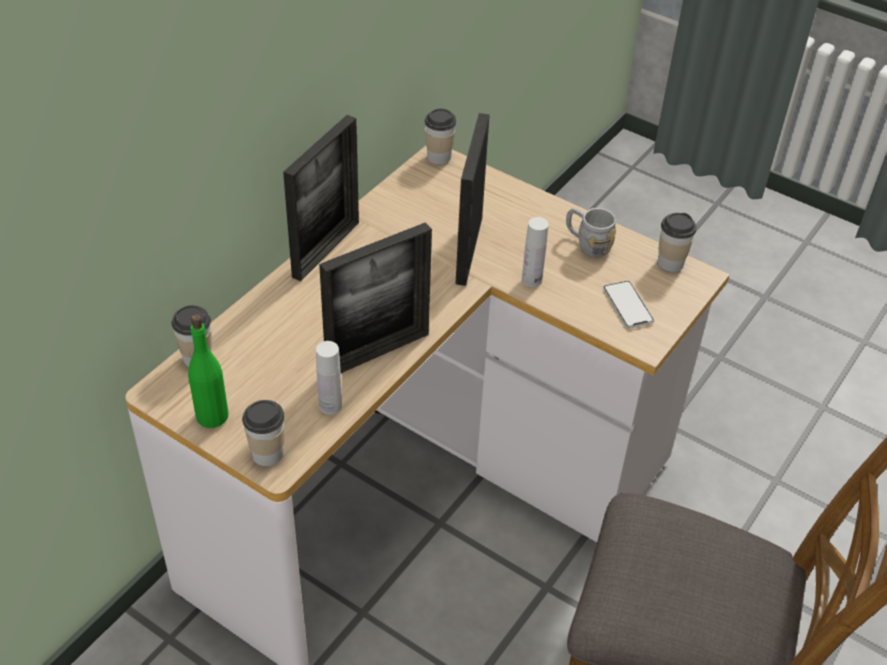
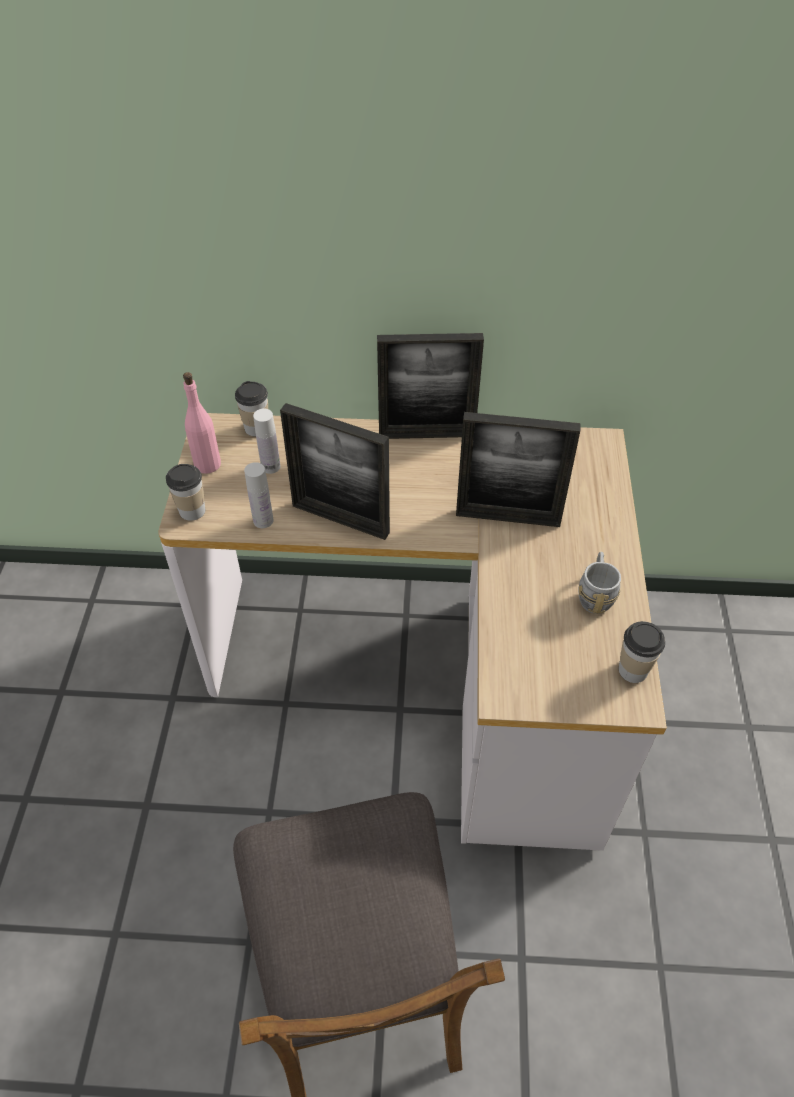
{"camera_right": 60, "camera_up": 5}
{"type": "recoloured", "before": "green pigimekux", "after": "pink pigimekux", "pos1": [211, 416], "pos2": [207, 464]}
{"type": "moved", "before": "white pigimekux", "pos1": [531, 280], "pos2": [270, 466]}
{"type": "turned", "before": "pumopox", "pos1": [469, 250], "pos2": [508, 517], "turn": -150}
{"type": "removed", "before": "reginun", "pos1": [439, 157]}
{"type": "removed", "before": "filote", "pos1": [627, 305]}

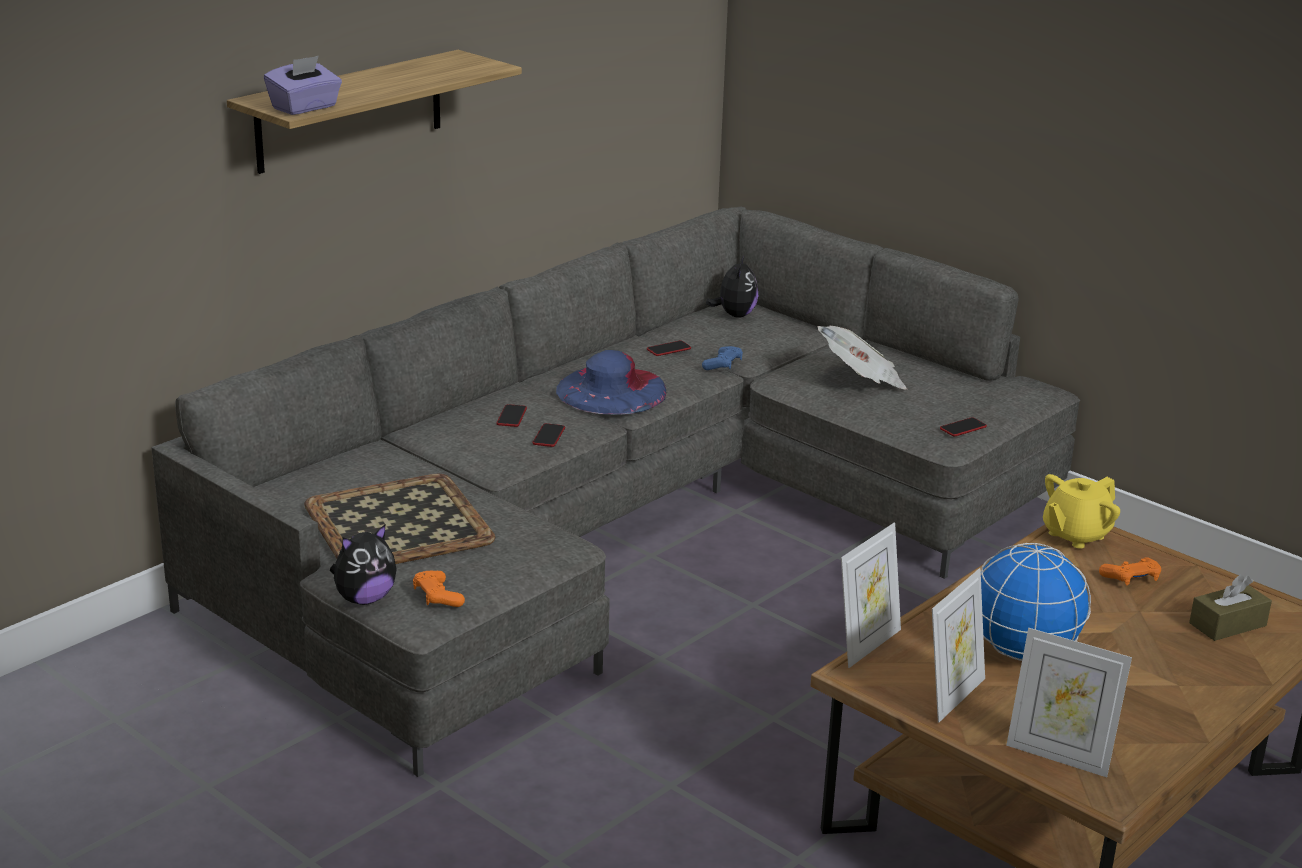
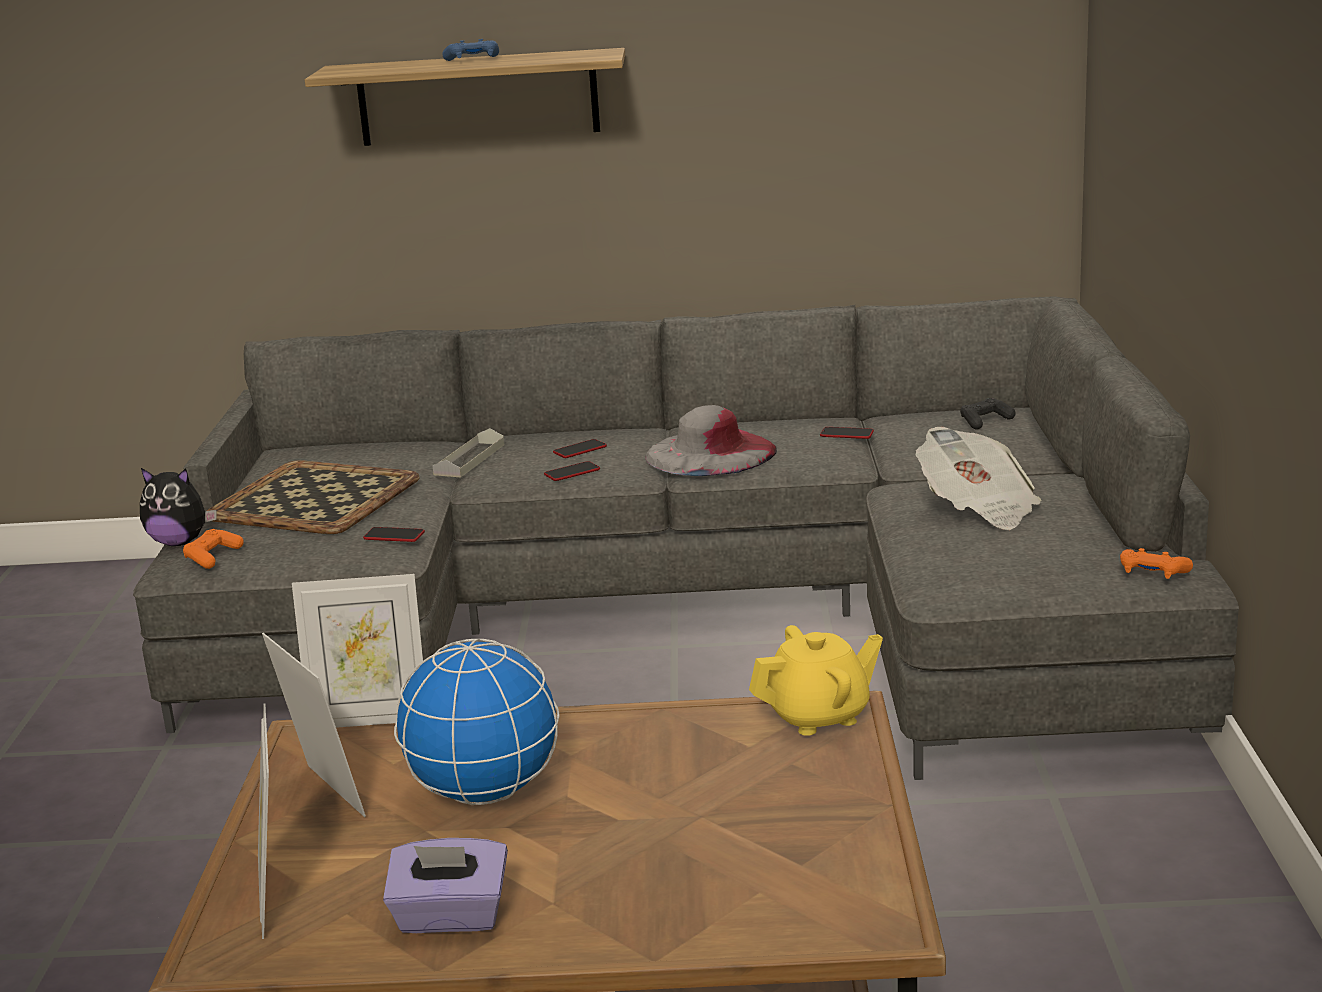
{"camera_right": 50, "camera_up": -5}
{"type": "turned", "before": "pumopox", "pos1": [952, 696], "pos2": [324, 795], "turn": -120}
{"type": "moved", "before": "filote", "pos1": [963, 428], "pos2": [394, 536]}
{"type": "moved", "before": "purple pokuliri", "pos1": [305, 108], "pos2": [450, 917]}
{"type": "added", "after": "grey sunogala", "pos2": [469, 459]}
{"type": "moved", "before": "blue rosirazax", "pos1": [723, 365], "pos2": [473, 60]}
{"type": "recoloured", "before": "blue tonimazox", "after": "grey tonimazox", "pos1": [611, 390], "pos2": [710, 452]}
{"type": "turned", "before": "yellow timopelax", "pos1": [1075, 535], "pos2": [819, 716], "turn": 150}
{"type": "replaced", "before": "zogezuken", "after": "black rosirazax", "pos1": [734, 315], "pos2": [985, 421]}
{"type": "moved", "before": "orange rosirazax", "pos1": [1131, 578], "pos2": [1152, 573]}
{"type": "removed", "before": "brown pokuliri", "pos1": [1227, 624]}

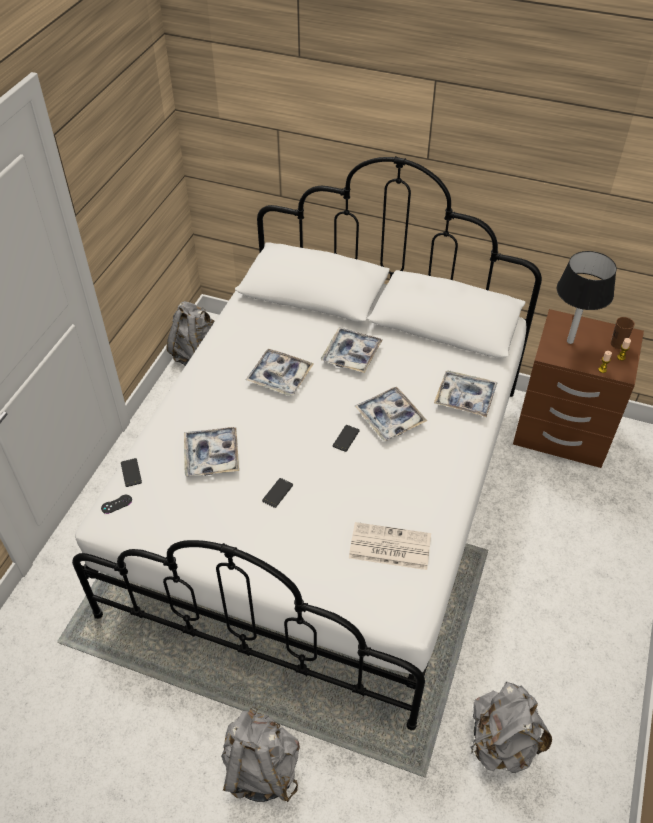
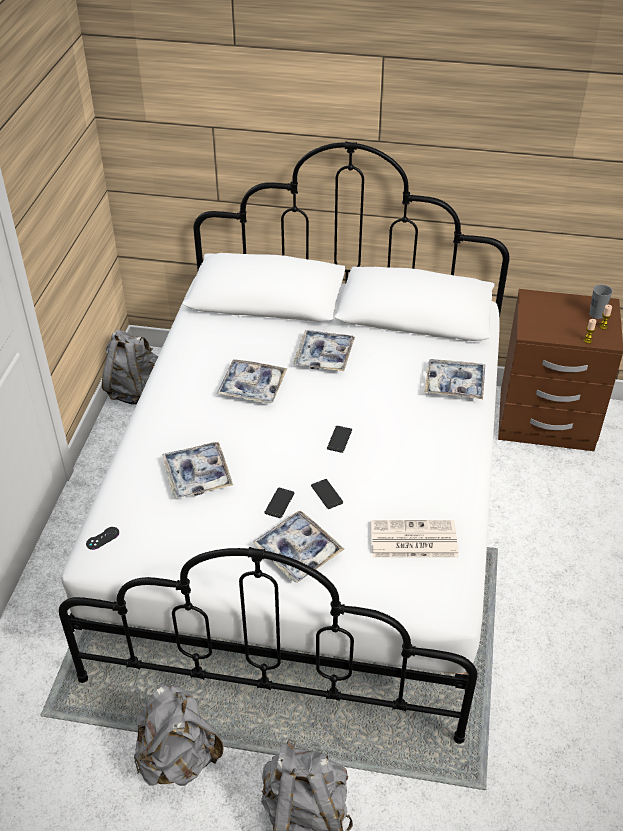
{"camera_right": -10, "camera_up": -5}
{"type": "moved", "before": "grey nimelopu", "pos1": [502, 742], "pos2": [178, 758]}
{"type": "moved", "before": "sunogala", "pos1": [390, 418], "pos2": [298, 551]}
{"type": "moved", "before": "filote", "pos1": [131, 473], "pos2": [327, 494]}
{"type": "recoloured", "before": "brown reginun", "after": "grey reginun", "pos1": [617, 344], "pos2": [596, 314]}
{"type": "removed", "before": "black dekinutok", "pos1": [569, 341]}

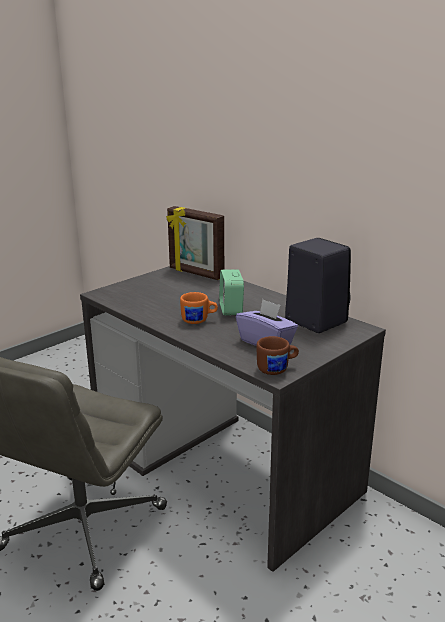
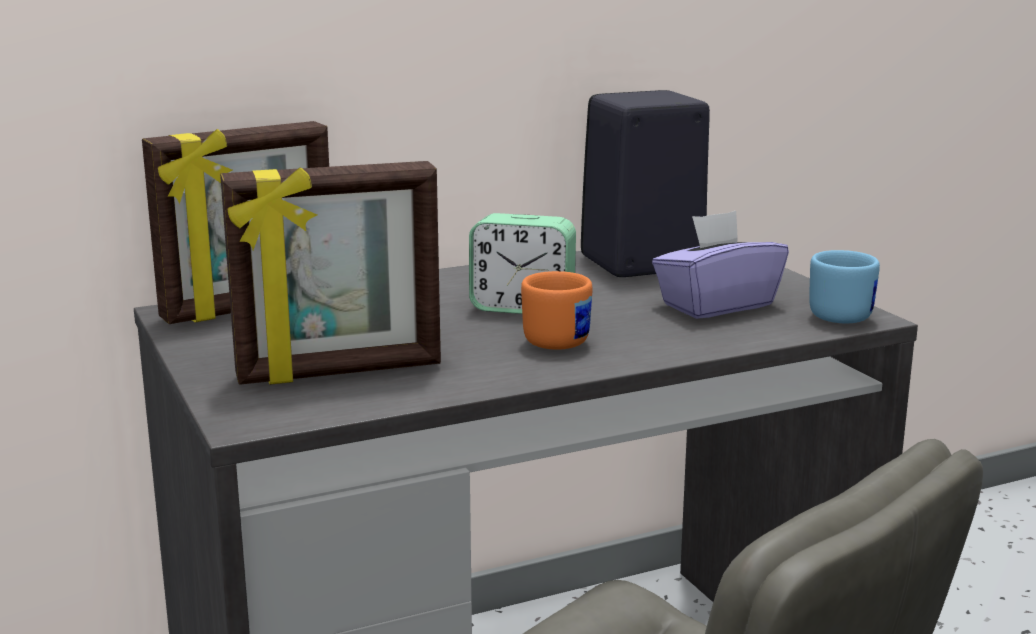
{"camera_right": -70, "camera_up": -5}
{"type": "added", "after": "pumopox", "pos2": [339, 372]}
{"type": "recoloured", "before": "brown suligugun", "after": "blue suligugun", "pos1": [277, 369], "pos2": [839, 314]}

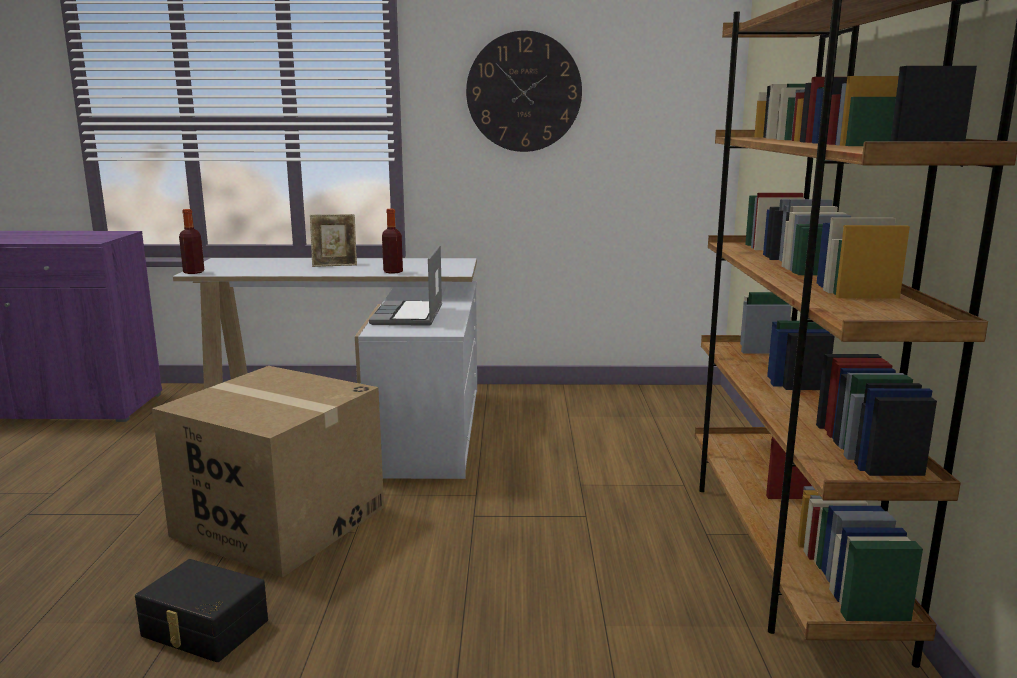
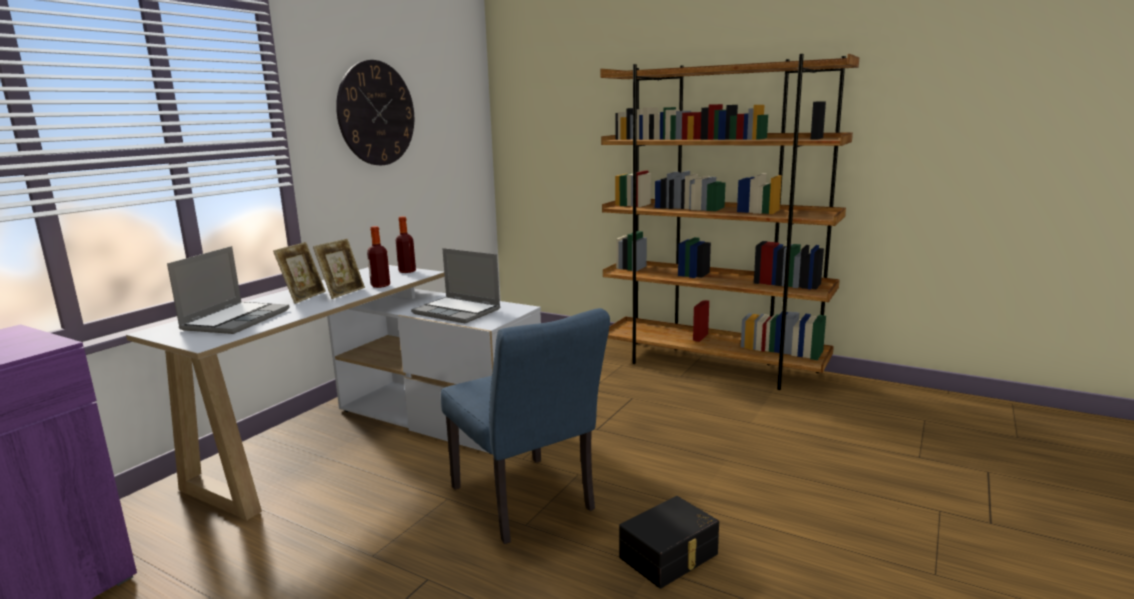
{"camera_right": -60, "camera_up": 0}
{"type": "added", "after": "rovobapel", "pos2": [236, 319]}
{"type": "added", "after": "pumopox", "pos2": [342, 292]}
{"type": "moved", "before": "pigimekux", "pos1": [194, 272], "pos2": [407, 271]}
{"type": "replaced", "before": "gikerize", "after": "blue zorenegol", "pos1": [279, 521], "pos2": [527, 503]}

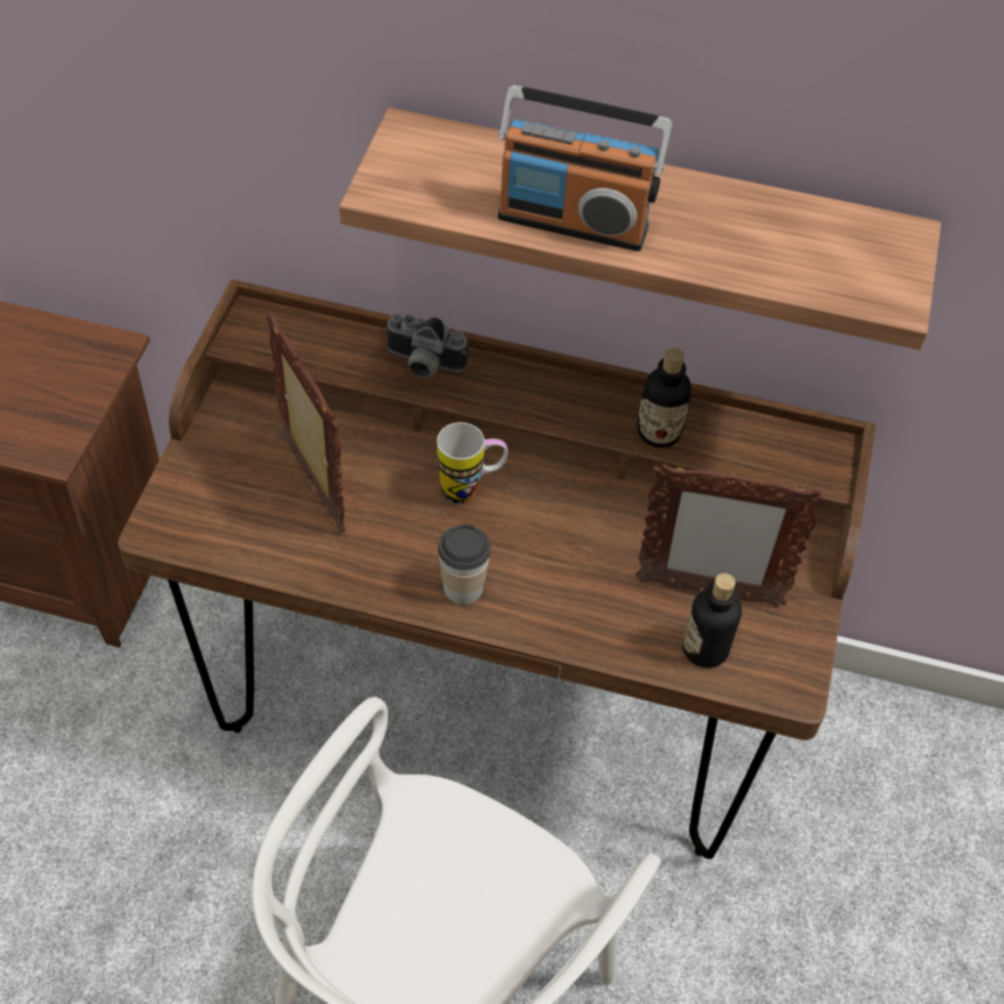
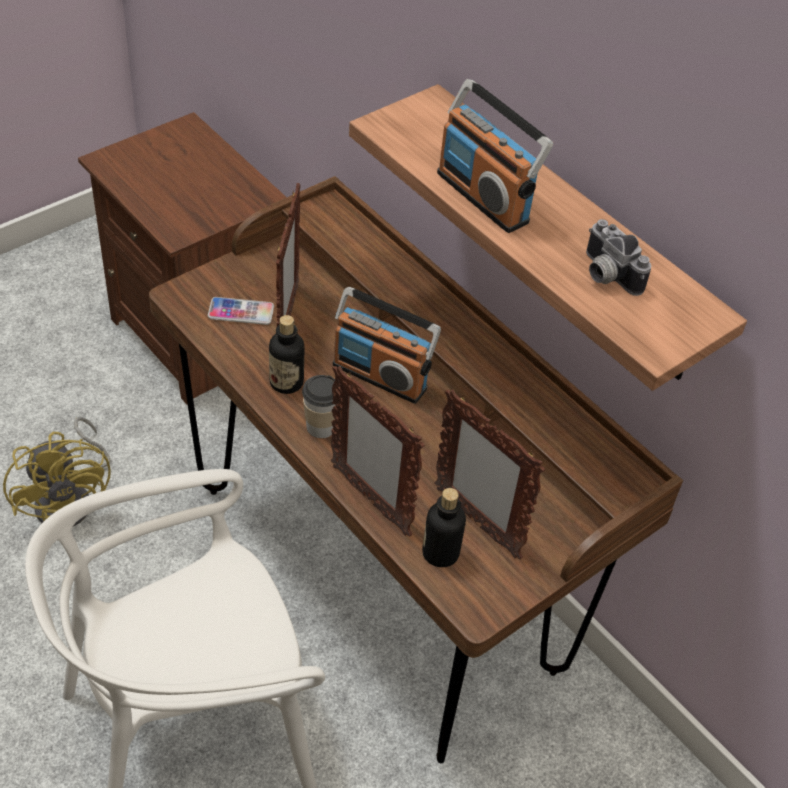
{"camera_right": 35, "camera_up": -5}
{"type": "added", "after": "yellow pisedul", "pos2": [71, 499]}
{"type": "added", "after": "filote", "pos2": [241, 312]}
{"type": "moved", "before": "pigimekux", "pos1": [659, 432], "pos2": [286, 382]}
{"type": "added", "after": "pumopox", "pos2": [370, 499]}
{"type": "replaced", "before": "suligugun", "after": "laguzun", "pos1": [471, 490], "pos2": [380, 376]}
{"type": "moved", "before": "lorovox", "pos1": [422, 365], "pos2": [605, 275]}

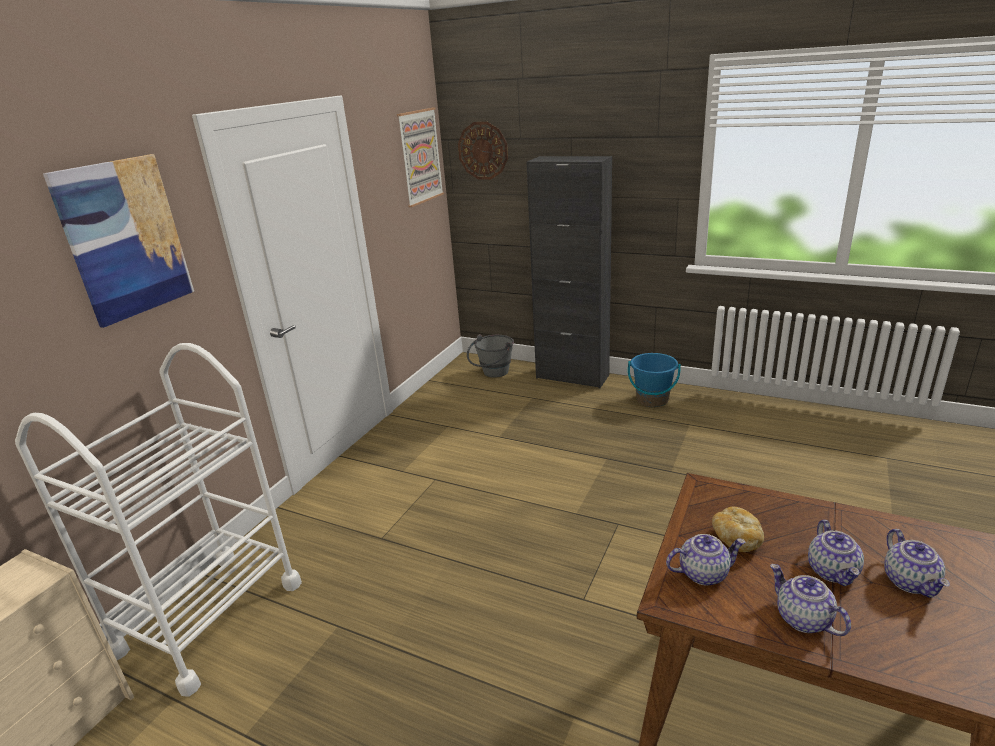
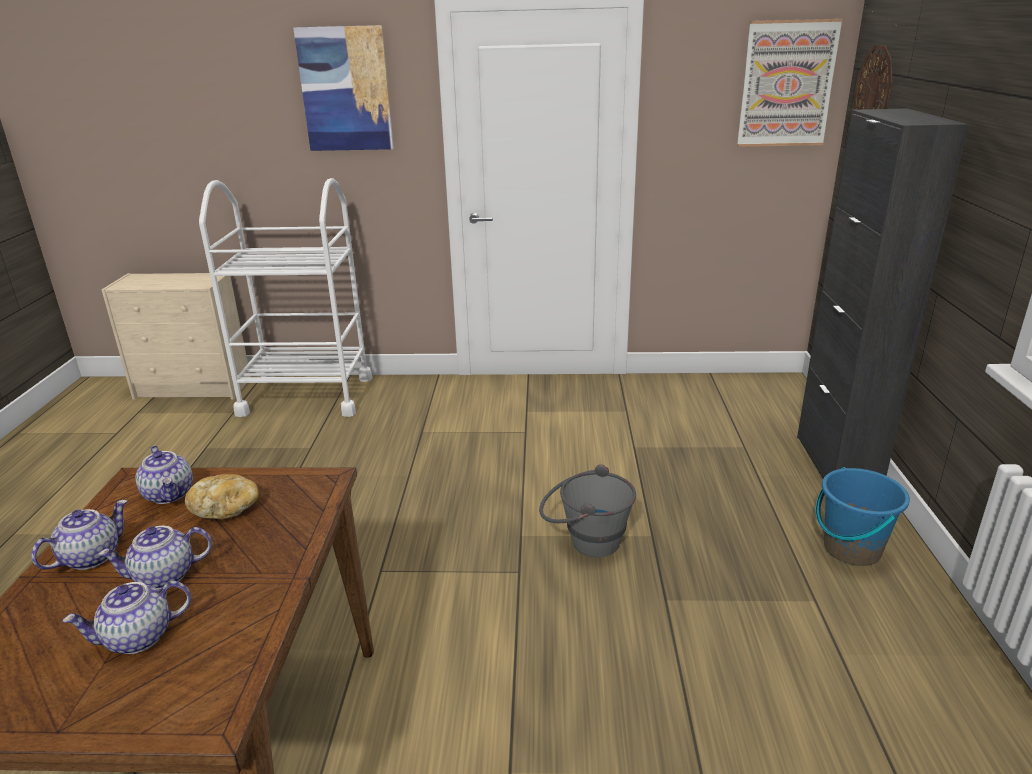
{"camera_right": 65, "camera_up": 0}
{"type": "moved", "before": "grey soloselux", "pos1": [492, 374], "pos2": [585, 540]}

